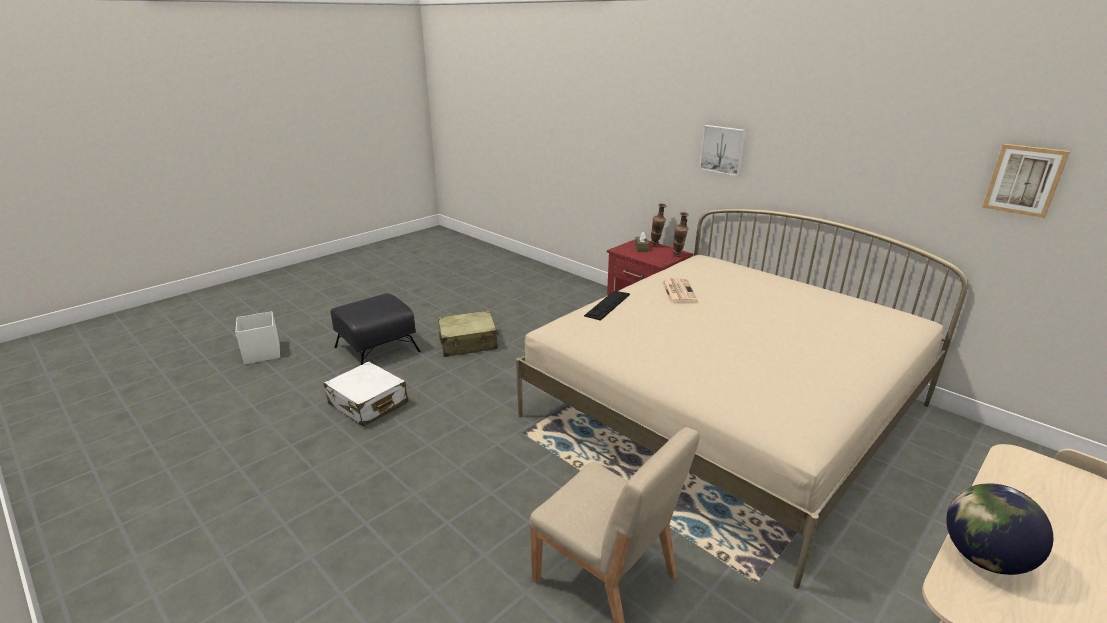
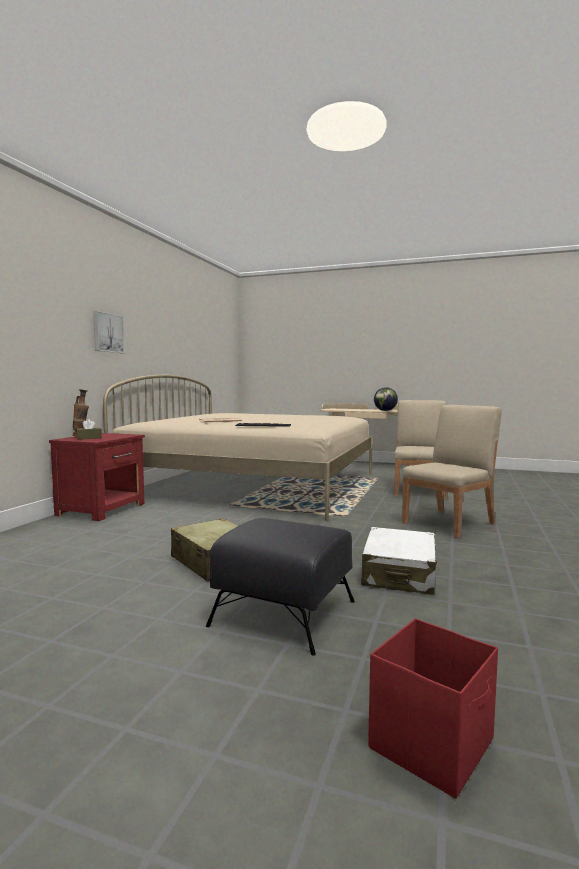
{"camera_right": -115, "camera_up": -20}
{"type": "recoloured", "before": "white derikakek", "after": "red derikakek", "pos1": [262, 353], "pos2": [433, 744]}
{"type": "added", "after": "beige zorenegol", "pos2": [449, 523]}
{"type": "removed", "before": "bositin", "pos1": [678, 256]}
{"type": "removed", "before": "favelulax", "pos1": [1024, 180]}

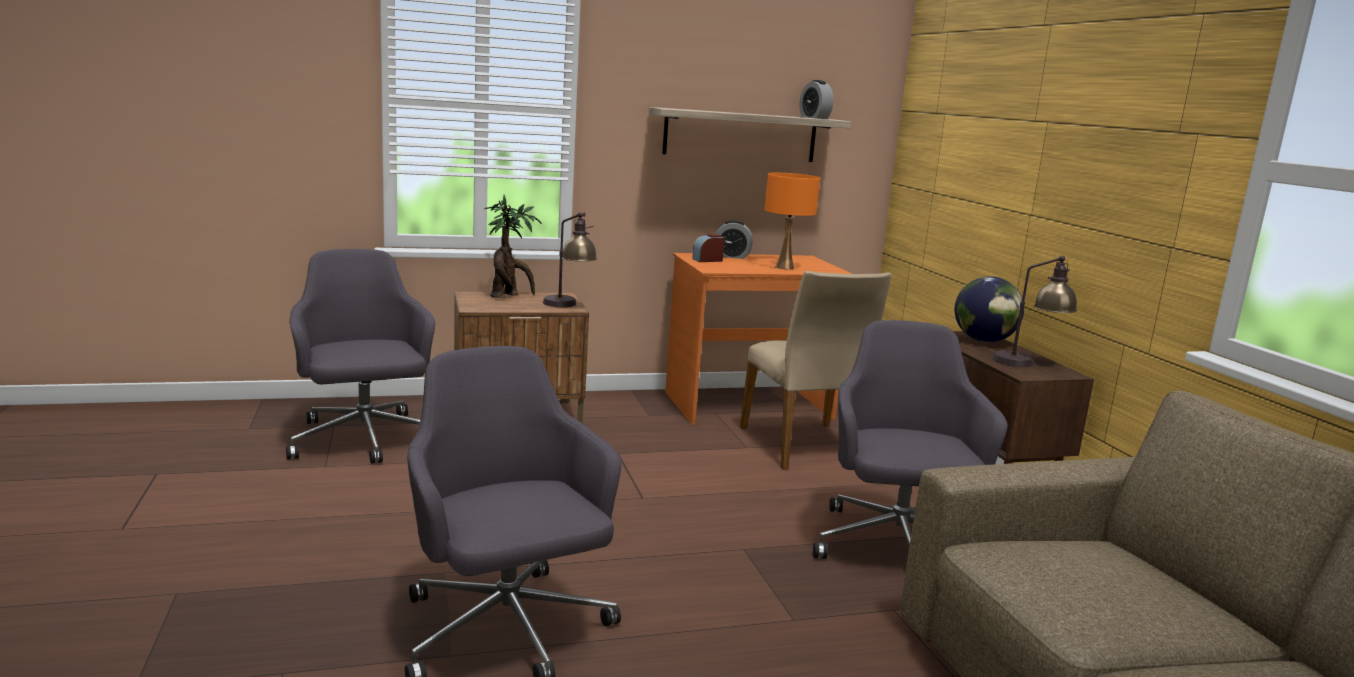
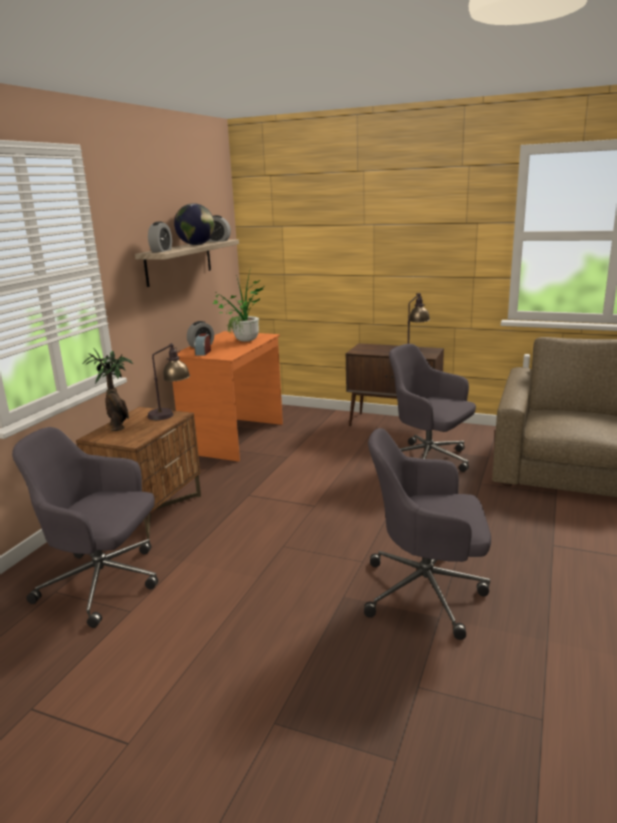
{"camera_right": -50, "camera_up": 5}
{"type": "added", "after": "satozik", "pos2": [161, 251]}
{"type": "moved", "before": "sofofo", "pos1": [984, 341], "pos2": [197, 244]}
{"type": "replaced", "before": "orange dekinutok", "after": "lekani", "pos1": [784, 267], "pos2": [244, 342]}
{"type": "removed", "before": "beige zorenegol", "pos1": [805, 446]}

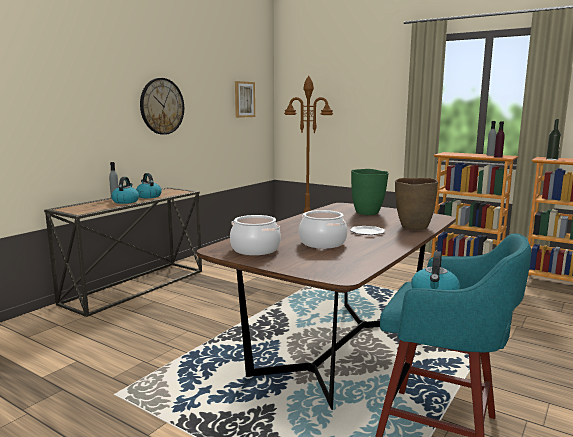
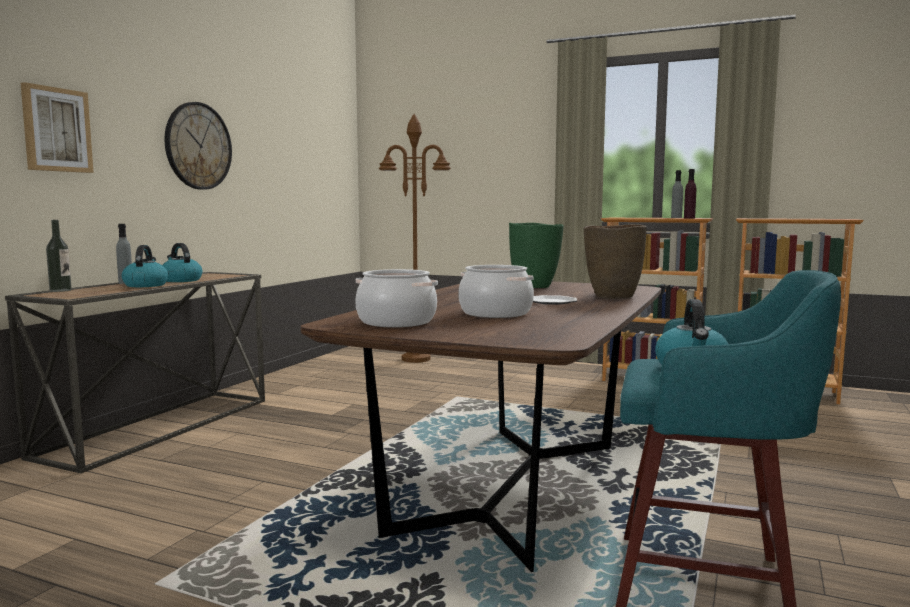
{"camera_right": -10, "camera_up": -5}
{"type": "moved", "before": "favelulax", "pos1": [244, 99], "pos2": [56, 130]}
{"type": "moved", "before": "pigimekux", "pos1": [552, 159], "pos2": [60, 290]}

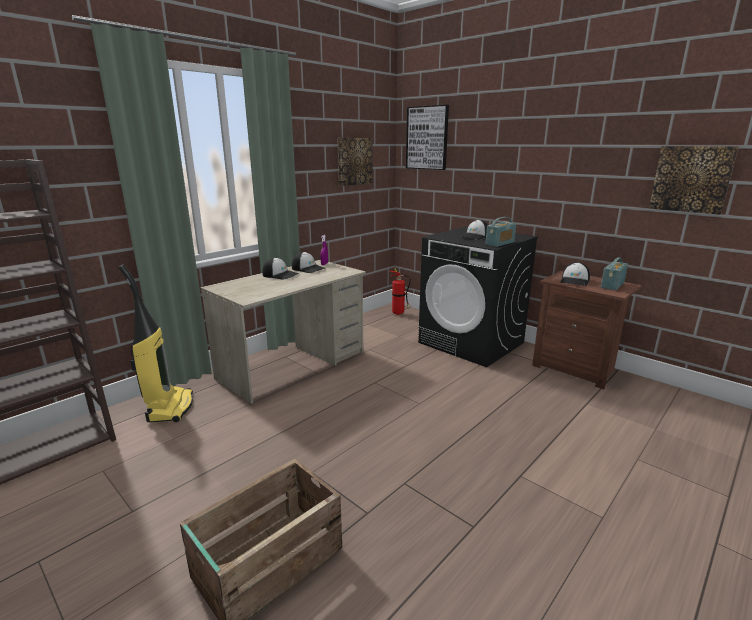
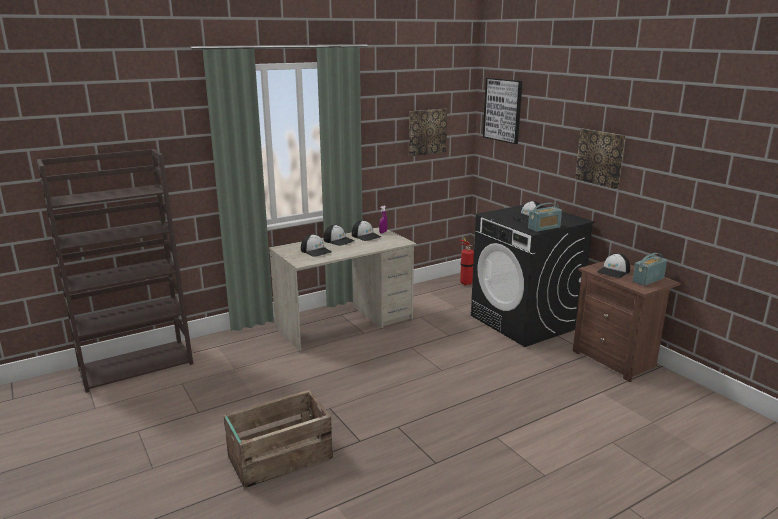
{"camera_right": 15, "camera_up": 0}
{"type": "added", "after": "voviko", "pos2": [316, 251]}
{"type": "moved", "before": "favelulax", "pos1": [691, 179], "pos2": [600, 157]}
{"type": "removed", "before": "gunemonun", "pos1": [169, 407]}

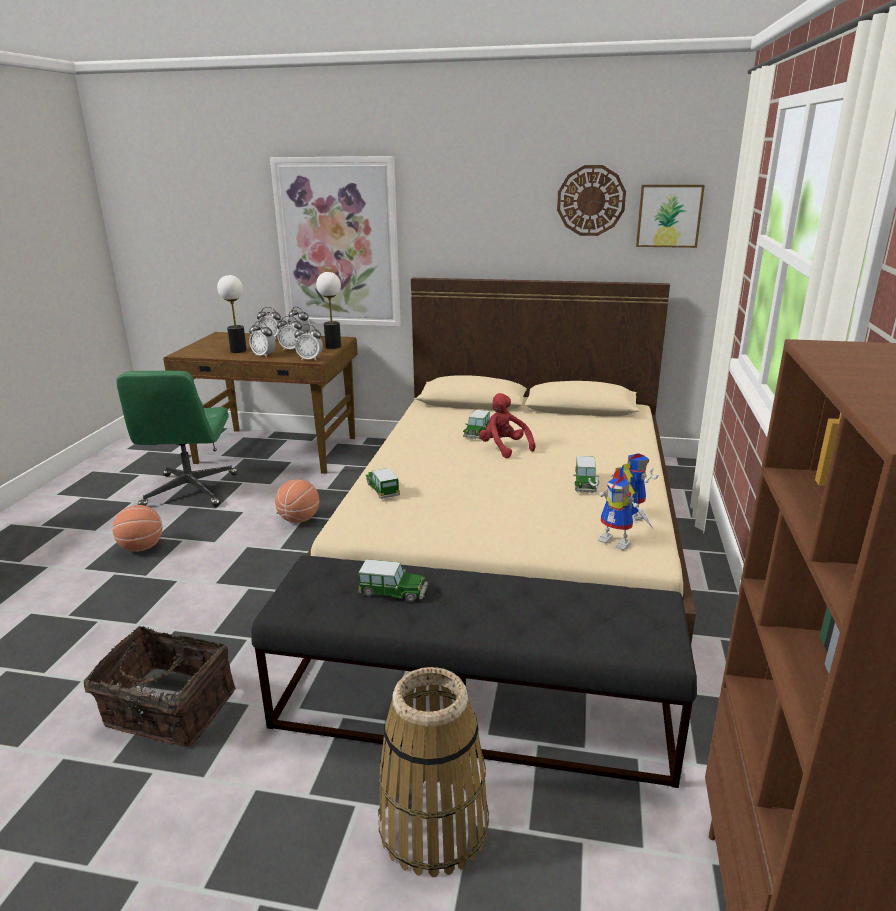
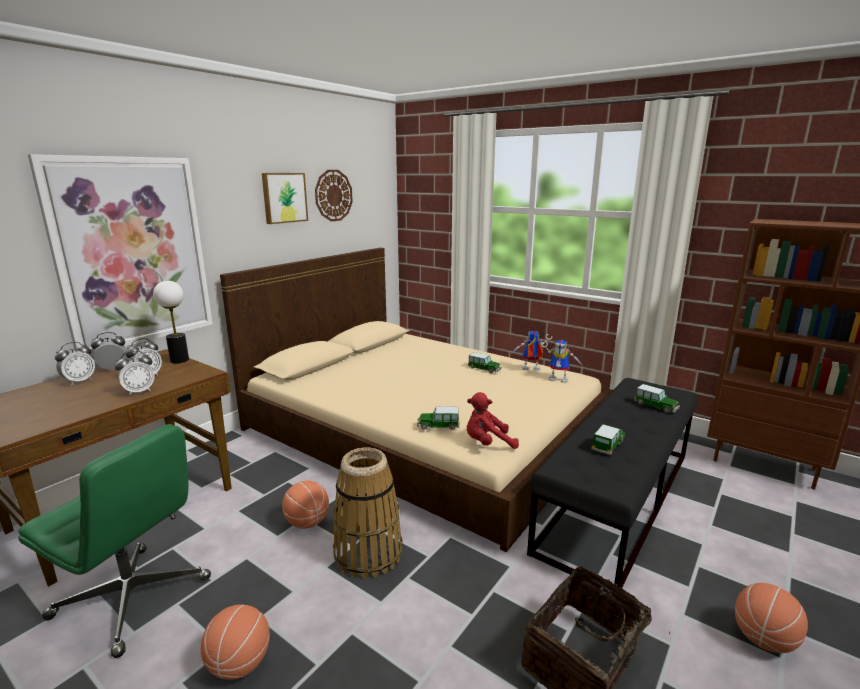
{"camera_right": -65, "camera_up": -5}
{"type": "moved", "before": "favelulax", "pos1": [669, 215], "pos2": [284, 197]}
{"type": "moved", "before": "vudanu", "pos1": [433, 826], "pos2": [368, 553]}
{"type": "moved", "before": "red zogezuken", "pos1": [504, 448], "pos2": [487, 443]}
{"type": "turned", "before": "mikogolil", "pos1": [618, 541], "pos2": [560, 379], "turn": 45}
{"type": "moved", "before": "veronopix", "pos1": [477, 433], "pos2": [656, 406]}
{"type": "added", "after": "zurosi", "pos2": [763, 639]}
{"type": "removed", "before": "dekinutok", "pos1": [238, 350]}
{"type": "removed", "before": "satozik", "pos1": [310, 359]}

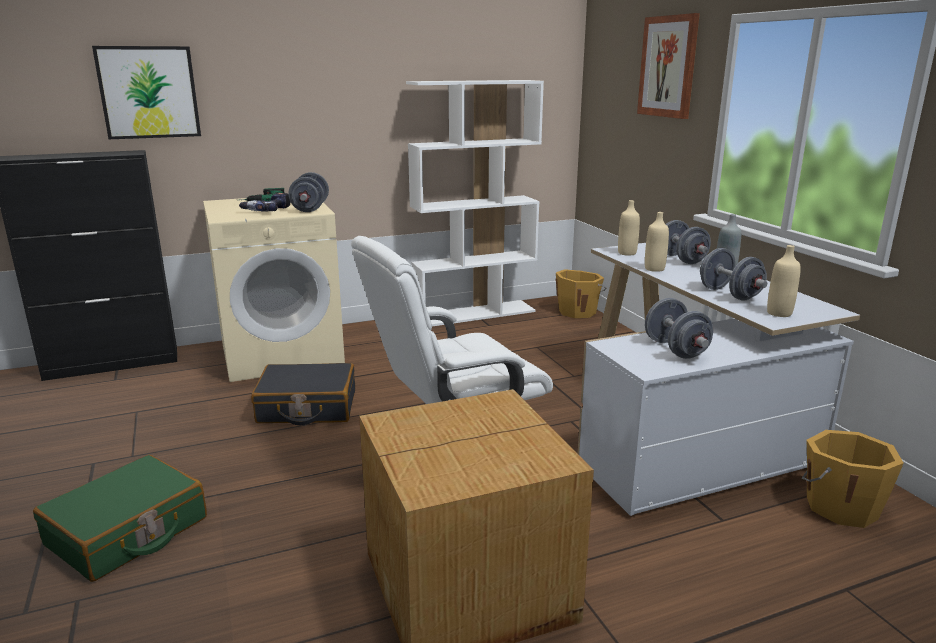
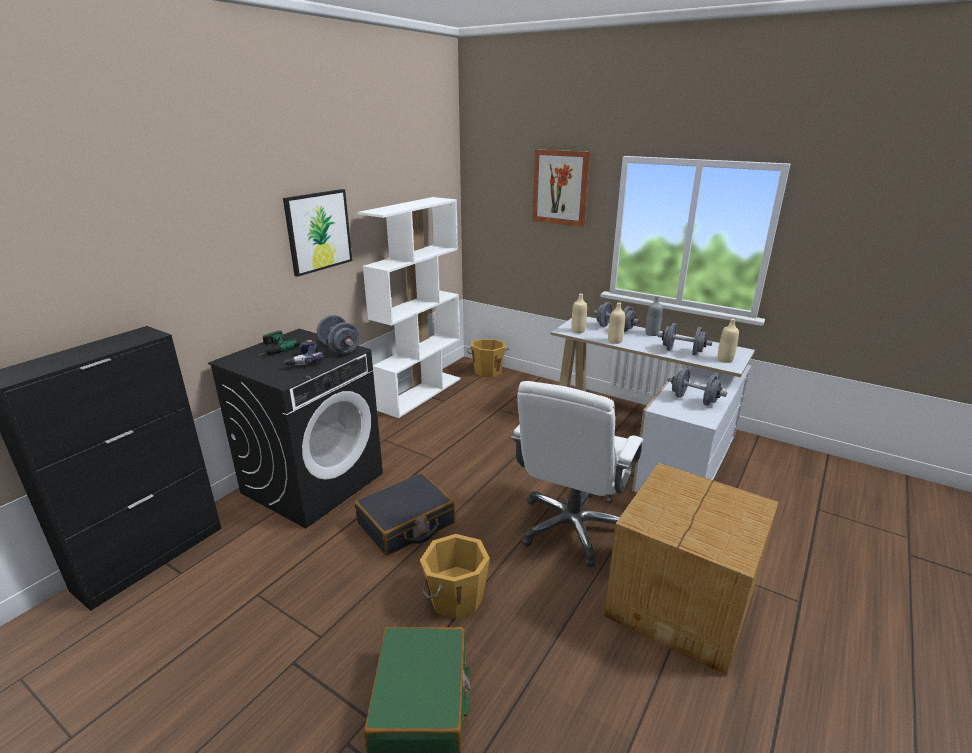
{"camera_right": -35, "camera_up": 5}
{"type": "recoloured", "before": "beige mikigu", "after": "black mikigu", "pos1": [282, 353], "pos2": [313, 482]}
{"type": "moved", "before": "favelulax", "pos1": [149, 92], "pos2": [318, 231]}
{"type": "moved", "before": "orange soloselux", "pos1": [840, 506], "pos2": [455, 597]}

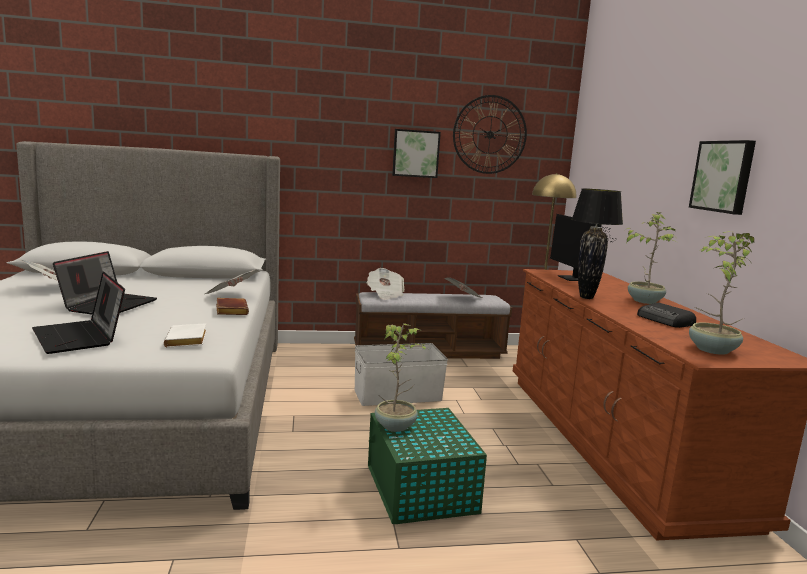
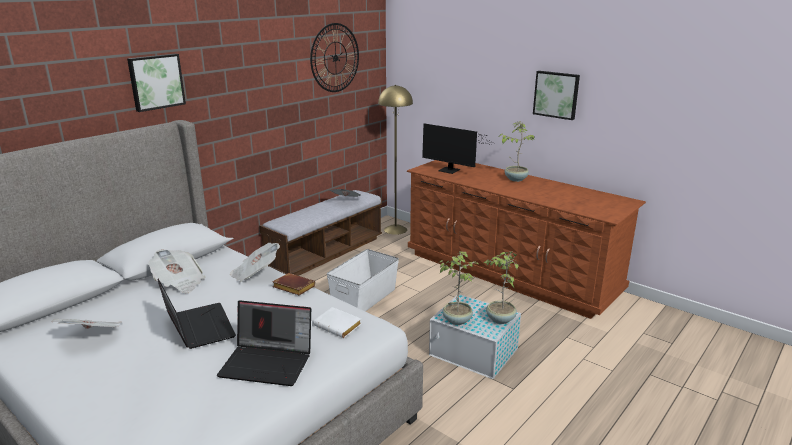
{"camera_right": -40, "camera_up": 10}
{"type": "moved", "before": "favelulax", "pos1": [415, 153], "pos2": [156, 82]}
{"type": "moved", "before": "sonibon", "pos1": [385, 294], "pos2": [179, 283]}
{"type": "recoloured", "before": "green derikakek", "after": "white derikakek", "pos1": [421, 490], "pos2": [474, 352]}
{"type": "moved", "before": "lekani", "pos1": [711, 350], "pos2": [499, 319]}
{"type": "removed", "before": "black dekinutok", "pos1": [587, 297]}
{"type": "removed", "before": "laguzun", "pos1": [665, 321]}

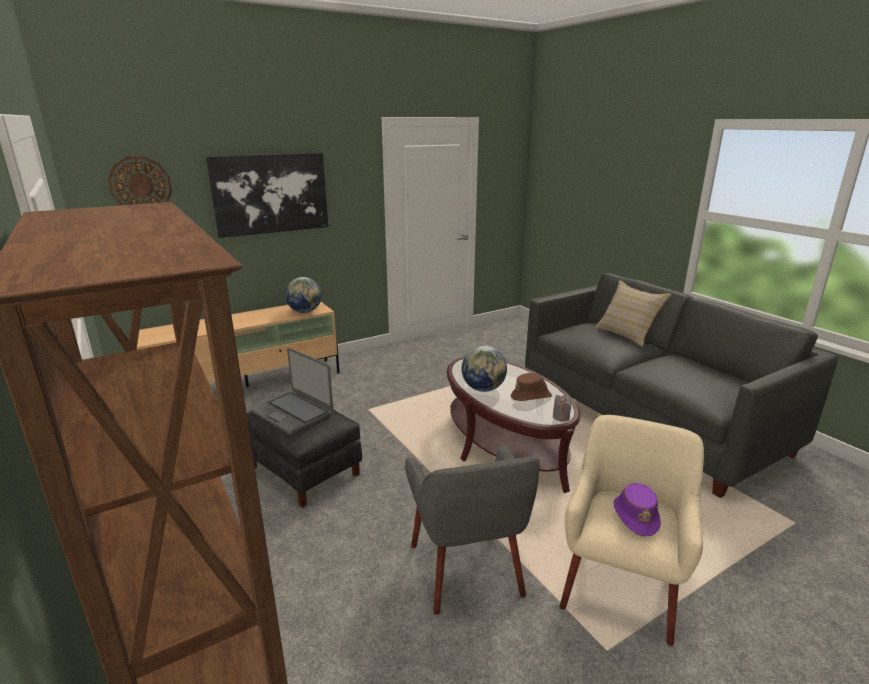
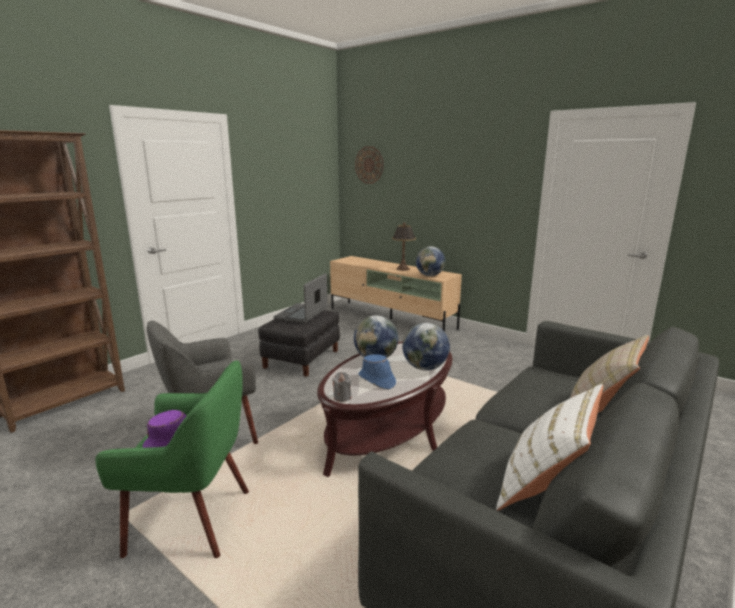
{"camera_right": 70, "camera_up": -5}
{"type": "recoloured", "before": "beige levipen", "after": "green levipen", "pos1": [620, 587], "pos2": [192, 520]}
{"type": "recoloured", "before": "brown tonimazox", "after": "blue tonimazox", "pos1": [531, 396], "pos2": [376, 380]}
{"type": "added", "after": "dekinutok", "pos2": [403, 269]}
{"type": "added", "after": "sofofo", "pos2": [424, 368]}
{"type": "added", "after": "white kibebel", "pos2": [544, 486]}
{"type": "removed", "before": "favelulax", "pos1": [270, 194]}

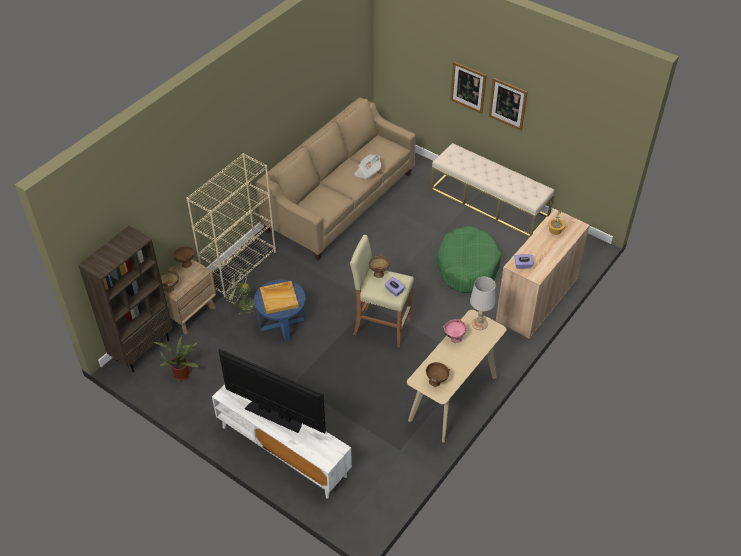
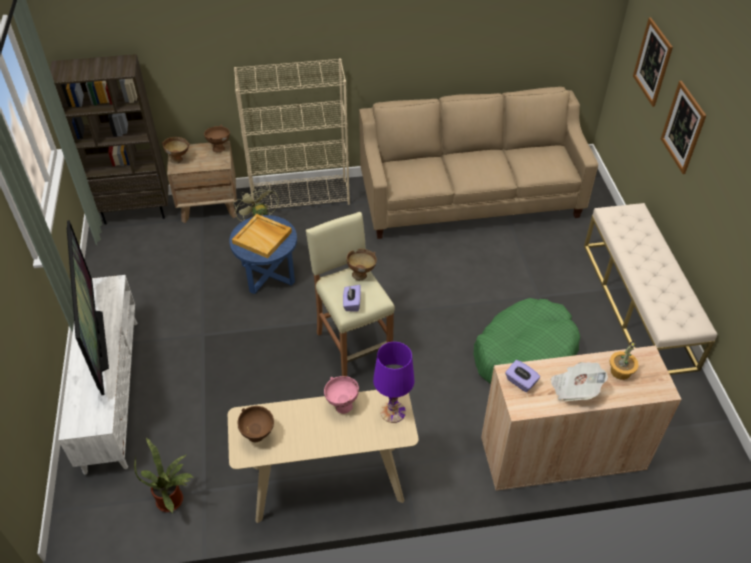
{"camera_right": 45, "camera_up": 0}
{"type": "moved", "before": "lekani", "pos1": [182, 373], "pos2": [173, 499]}
{"type": "recoloured", "before": "white dekinutok", "after": "purple dekinutok", "pos1": [480, 324], "pos2": [393, 412]}
{"type": "moved", "before": "sonibon", "pos1": [367, 172], "pos2": [575, 389]}
{"type": "moved", "before": "favelulax", "pos1": [508, 103], "pos2": [653, 62]}

